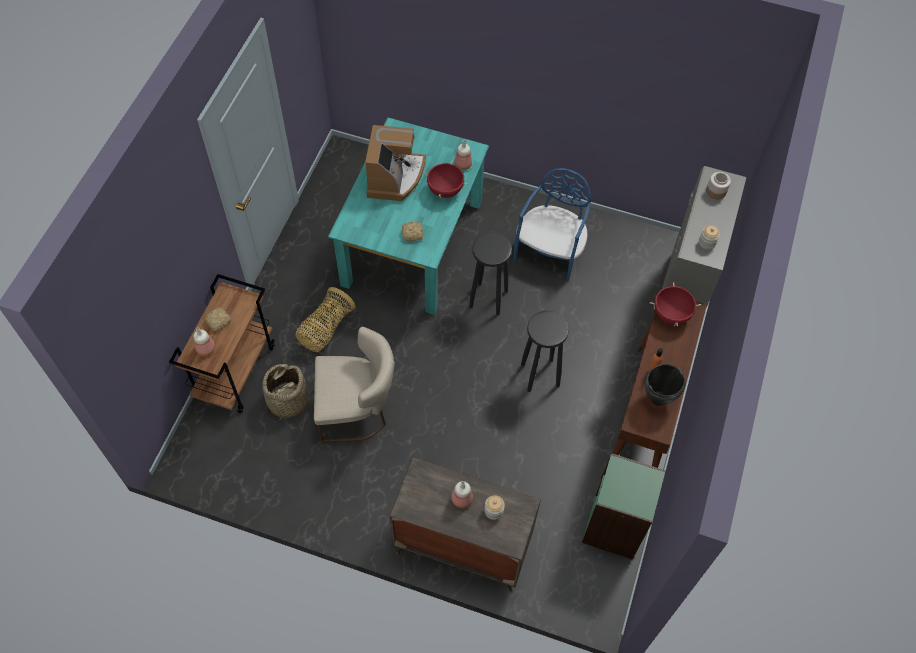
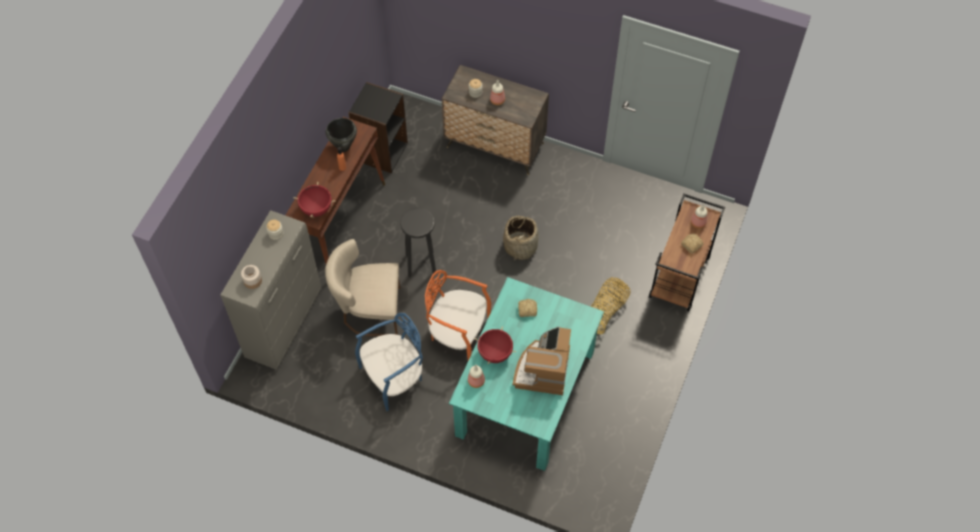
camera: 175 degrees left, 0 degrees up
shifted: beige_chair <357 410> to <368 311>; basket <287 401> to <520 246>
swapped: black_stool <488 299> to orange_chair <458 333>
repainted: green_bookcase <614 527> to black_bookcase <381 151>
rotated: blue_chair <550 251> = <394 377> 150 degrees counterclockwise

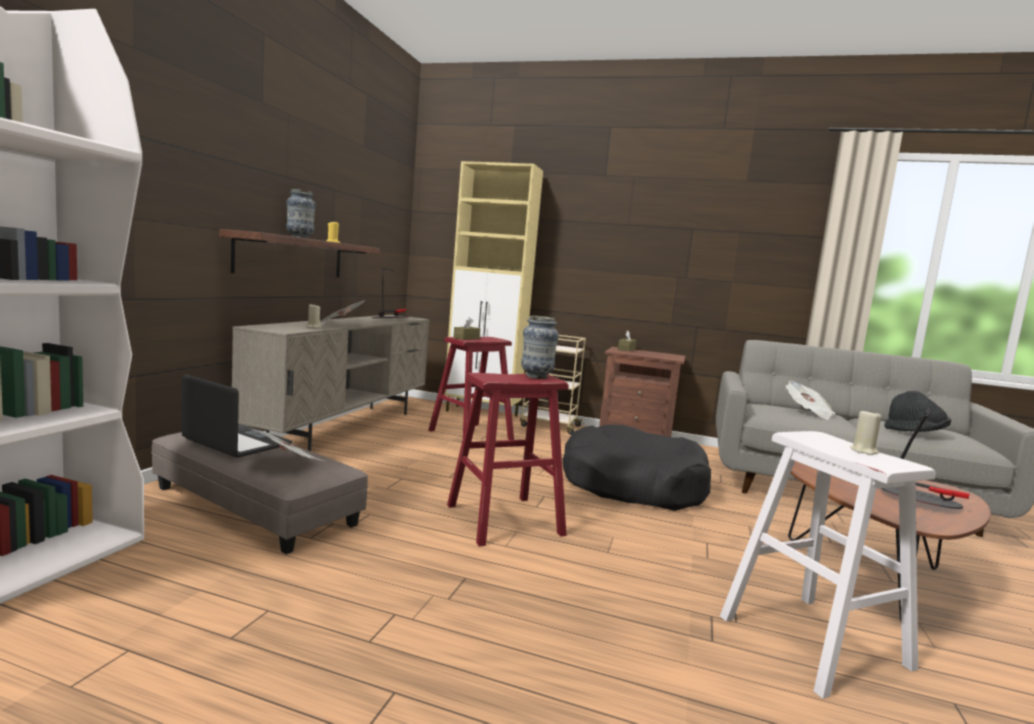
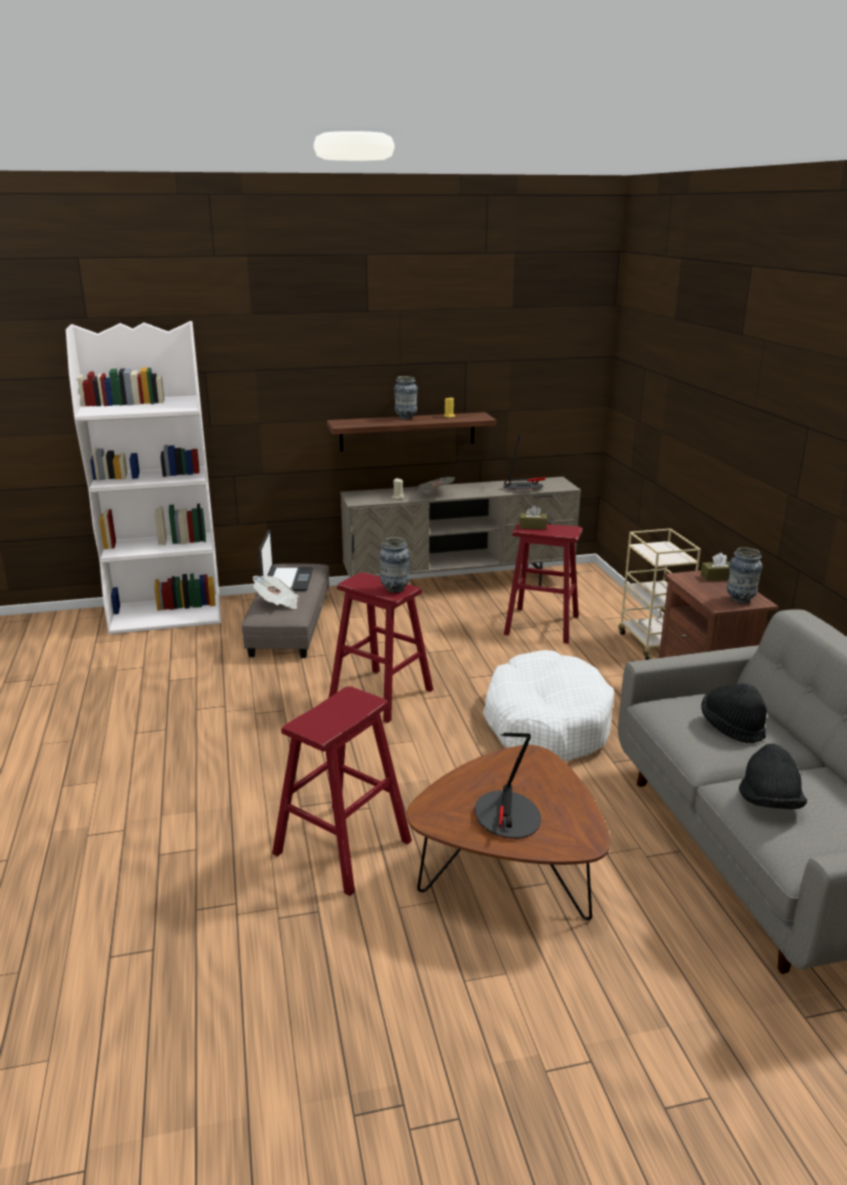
camera: 60 degrees right, 15 degrees up
gone: beige_cabinet <482 413>; beige_candle <864 451>
new: vase <740 600>
swapped: newspaper <808 413> to black_hat <731 727>
repainted: white_stool <813 641> to red_stool <342 847>; black_dog_bed <632 485> to white_dog_bed <546 723>

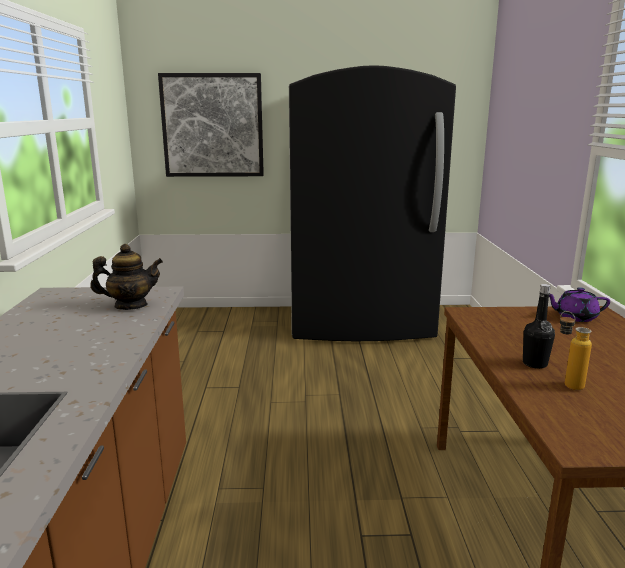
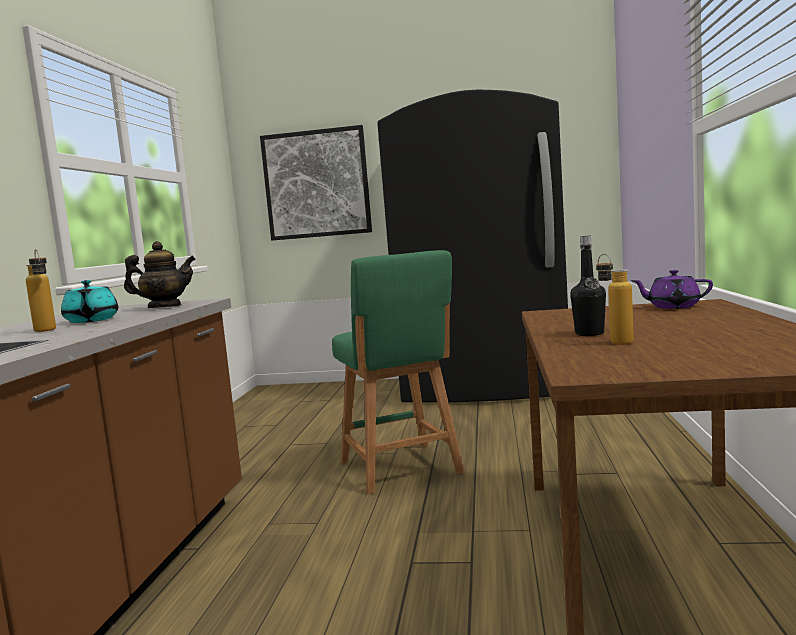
camera: 10 degrees right, 10 degrees down
new: bottle <47 331>; turquoise_teapot <91 321>; green_stool <402 469>

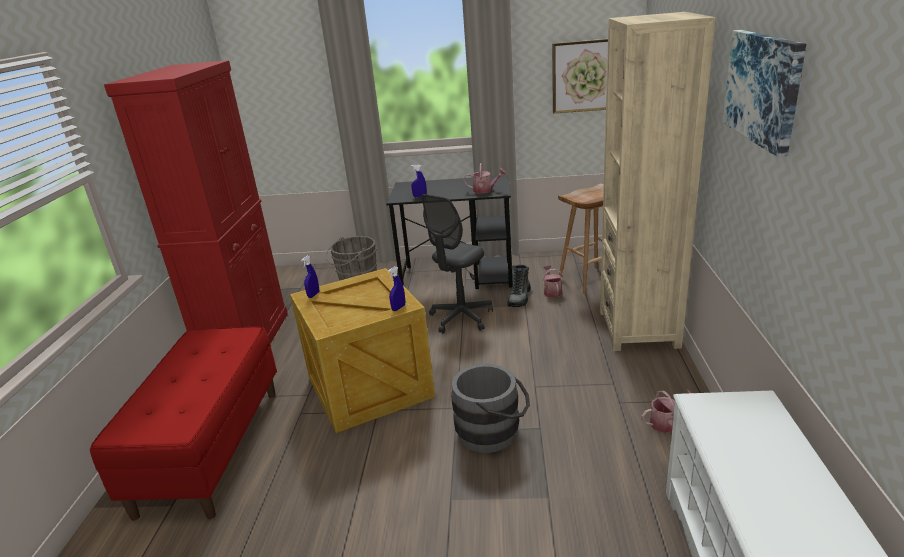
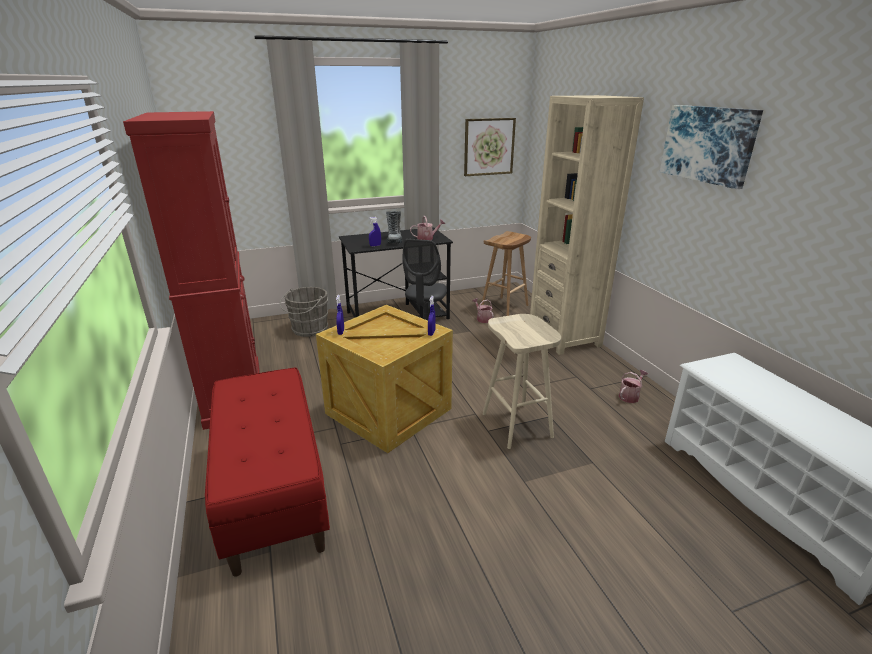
camera: 25 degrees left, 0 degrees up
shifted: boot <519 298> to <394 240>
swapped: grey_bucket <493 432> to beige_stool <518 425>

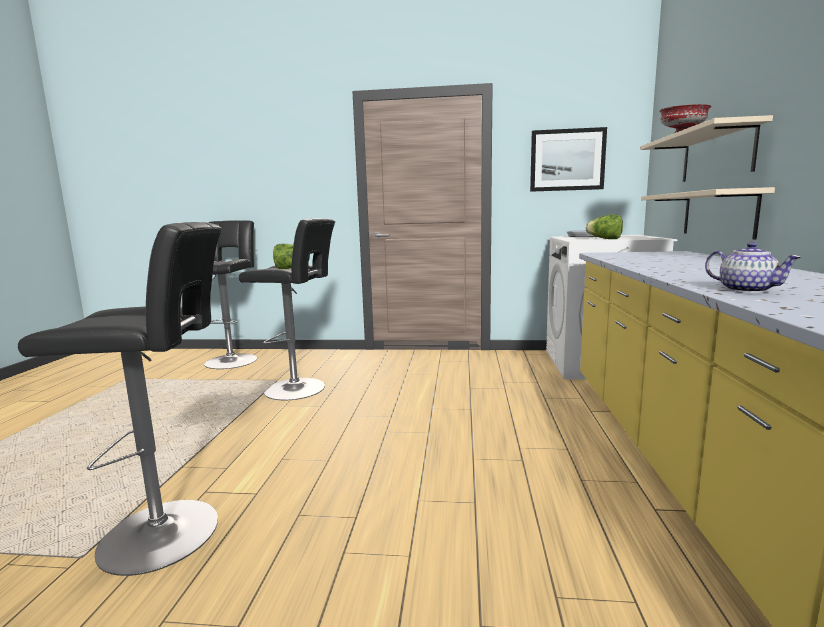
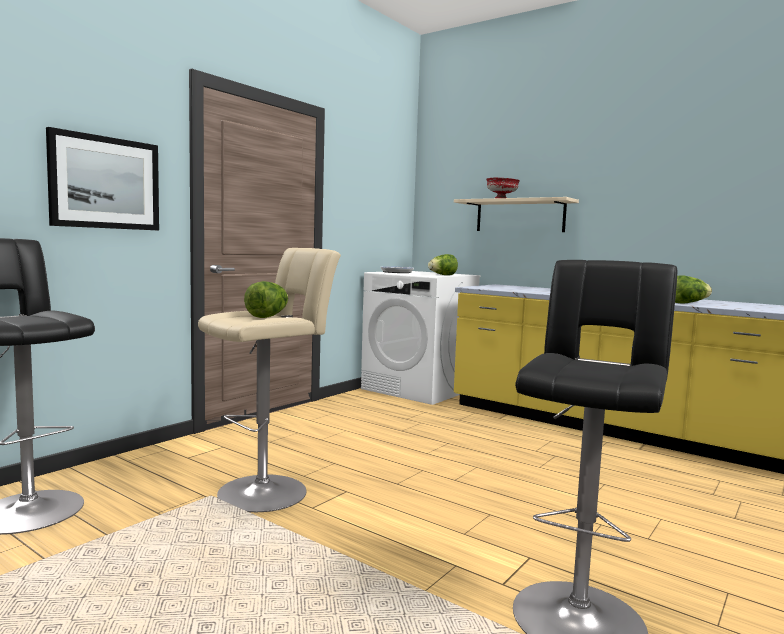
camera: 60 degrees left, 5 degrees down
gone: beige_shelf <718 214>
shifted: picture <567 160> to <105 183>
swapped: teapot <746 290> to lettuce <687 303>
repainted: black_stool <299 389> to beige_stool <268 490>

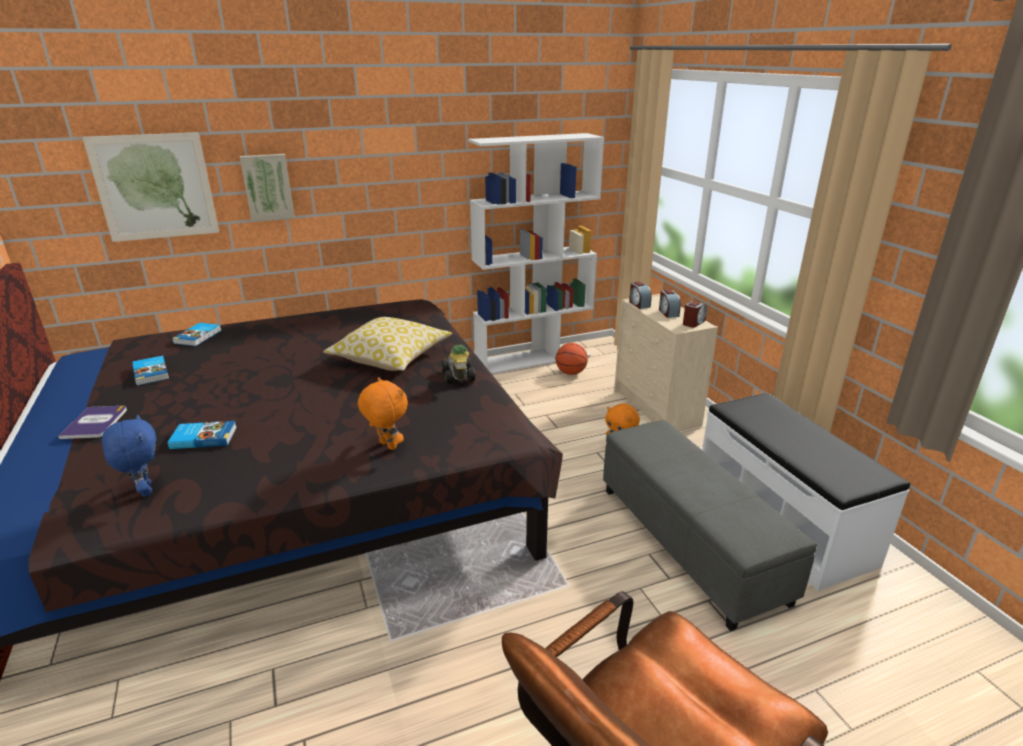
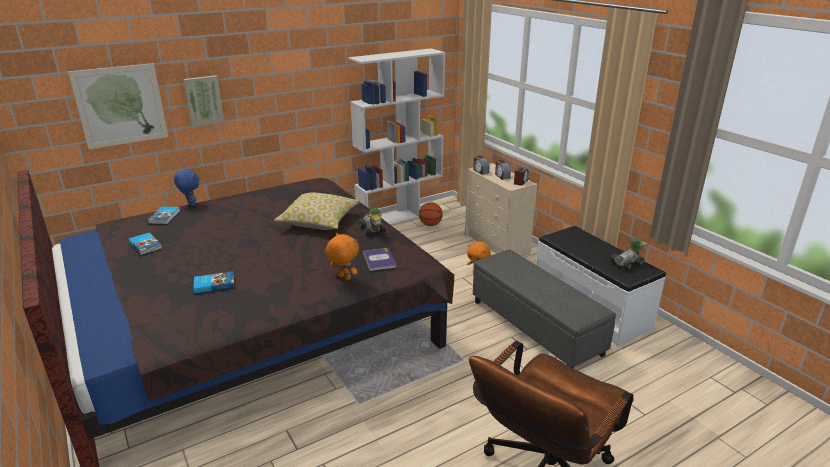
camera: 10 degrees left, 0 degrees up
new: toy_car <628 264>
shifted: blue_plush_toy <144 490> to <190 204>; book <95 423> to <379 260>

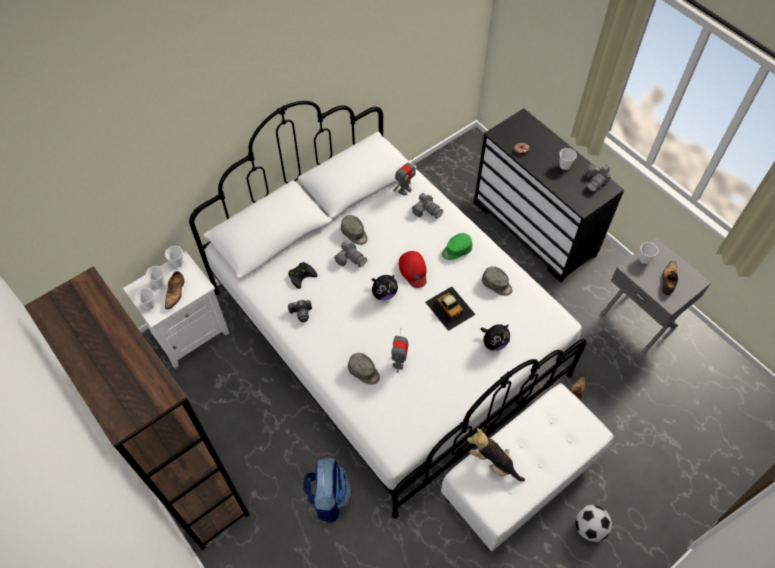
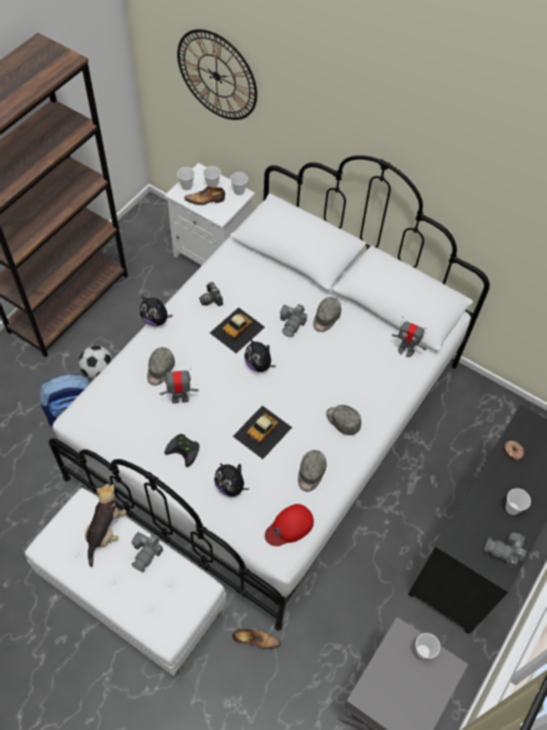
camera: 70 degrees right, 0 degrees up
gone: shoe <668 280>
new: plush_toy <156 320>; wall_clock <217 76>; toy_car <237 330>
shifted: football <589 527> to <98 370>; photo_camera <427 210> to <146 553>; black_game_controller <302 274> to <185 450>; red_cap <413 270> to <289 526>
repainted: green_cap <456 250> to grey_cap <342 421>

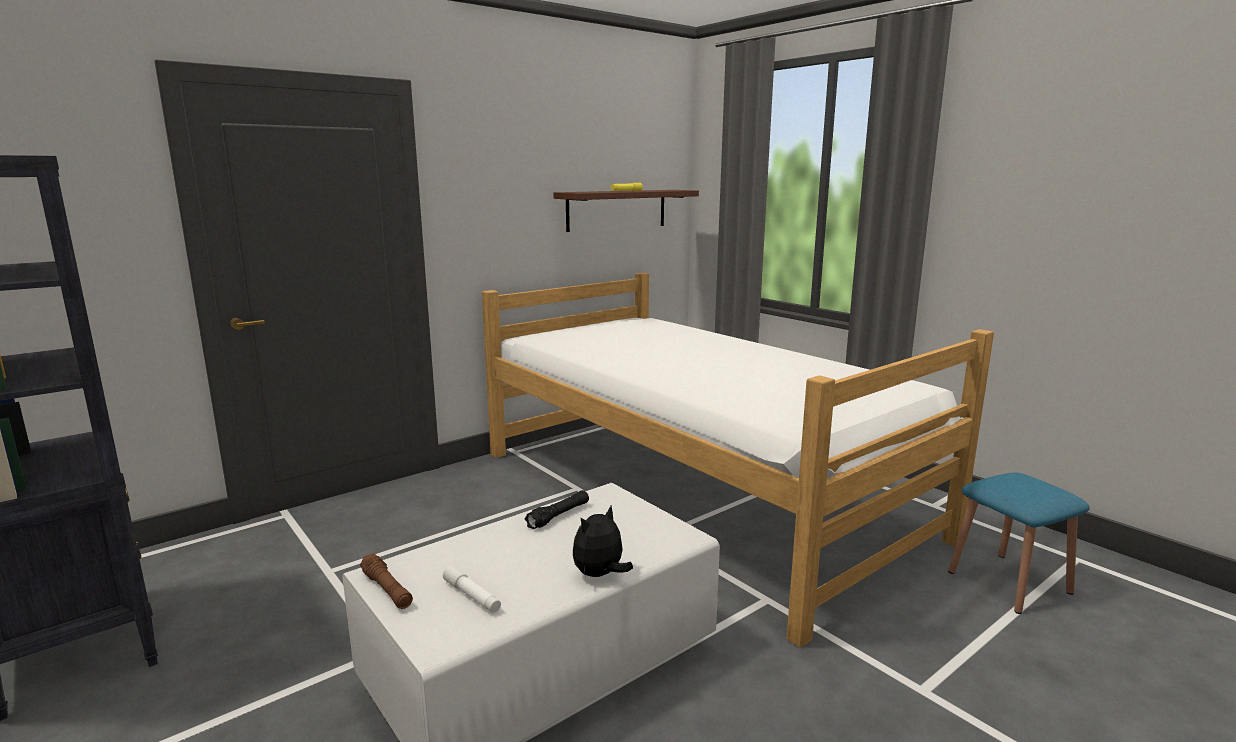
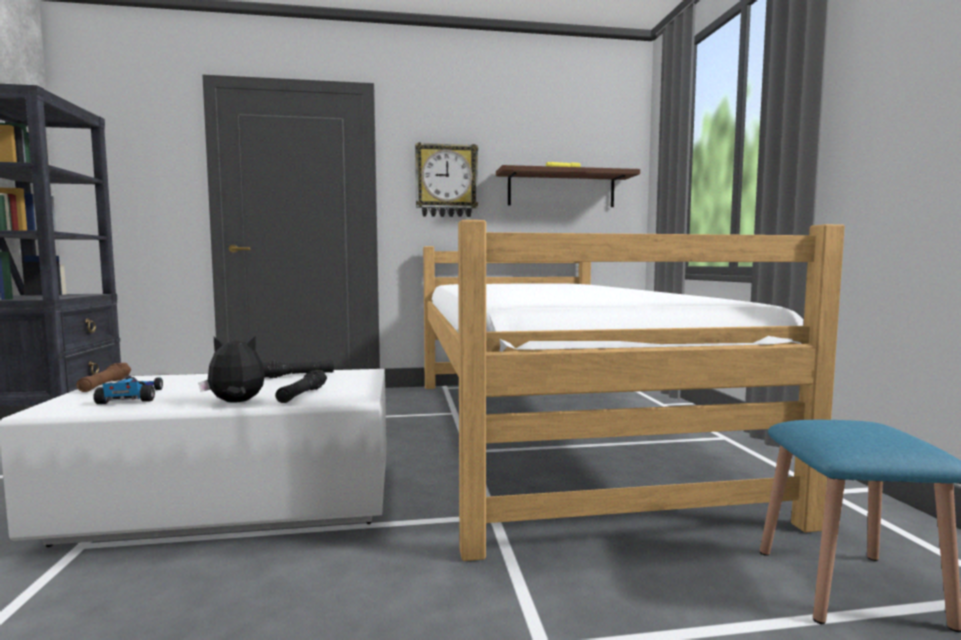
camera: 30 degrees right, 10 degrees down
new: black_flashlight <302 395>; wall_clock <446 181>
swapped: white_flashlight <472 596> to toy_car <134 396>

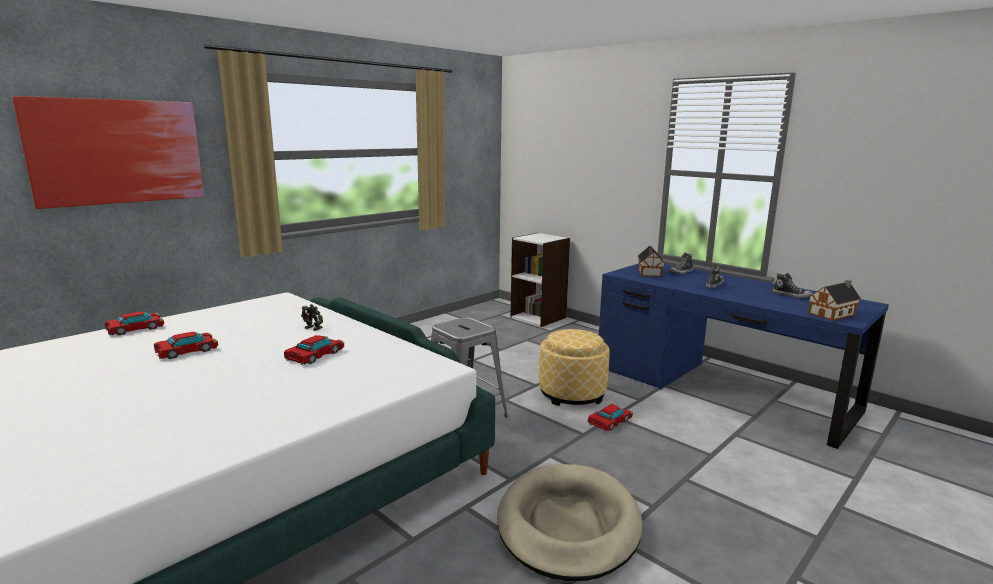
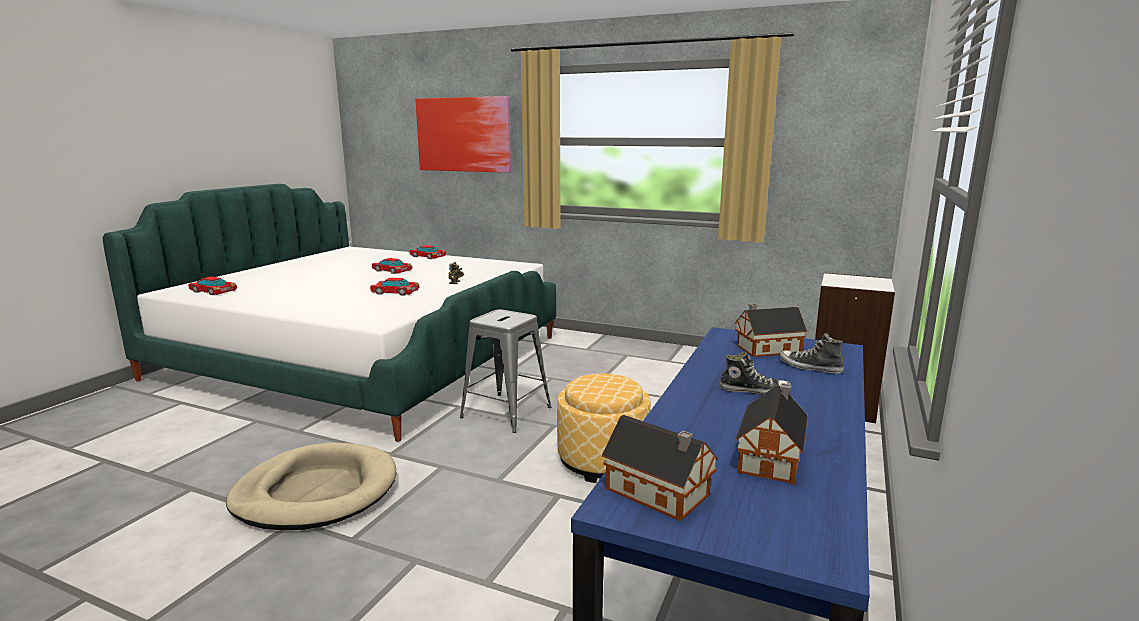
camera: 70 degrees right, 0 degrees up
shifted: toy_car <609 421> to <213 291>
swapped: shoe <791 295> to toy_house <771 458>

